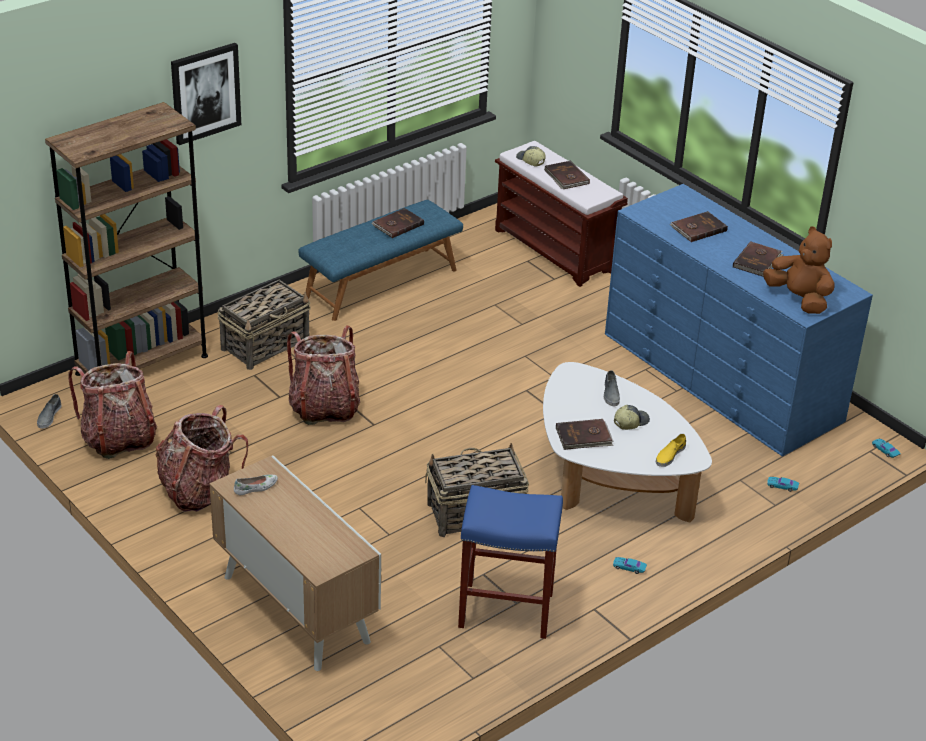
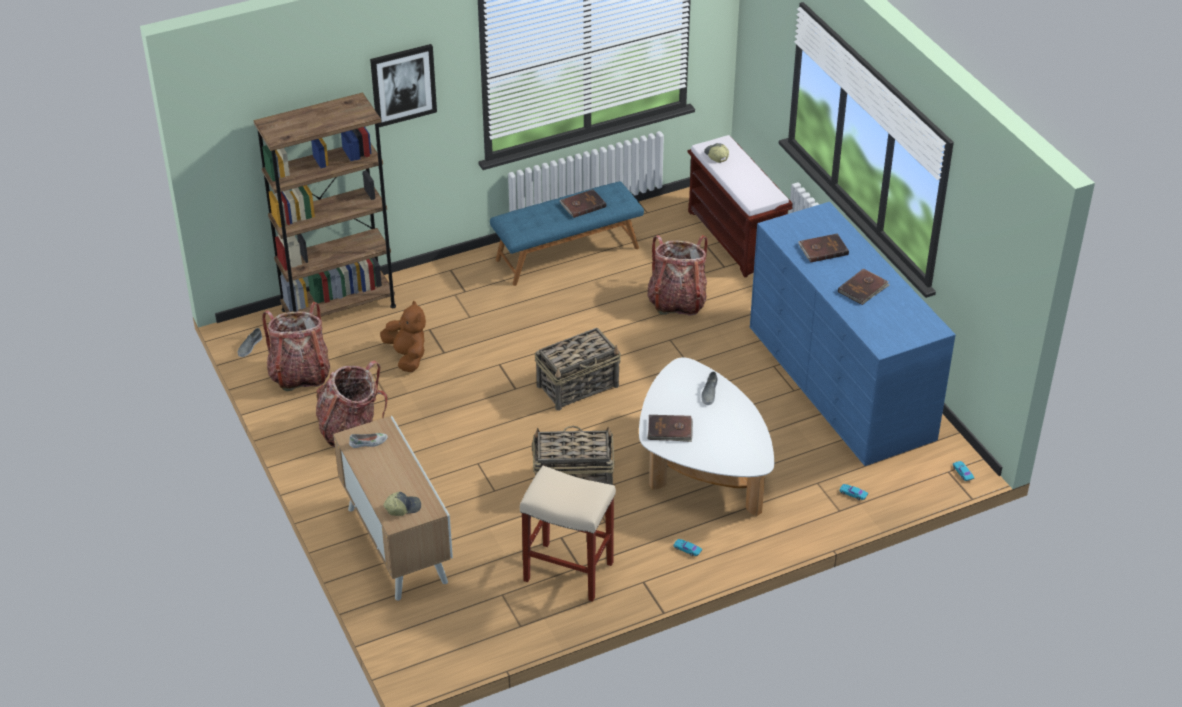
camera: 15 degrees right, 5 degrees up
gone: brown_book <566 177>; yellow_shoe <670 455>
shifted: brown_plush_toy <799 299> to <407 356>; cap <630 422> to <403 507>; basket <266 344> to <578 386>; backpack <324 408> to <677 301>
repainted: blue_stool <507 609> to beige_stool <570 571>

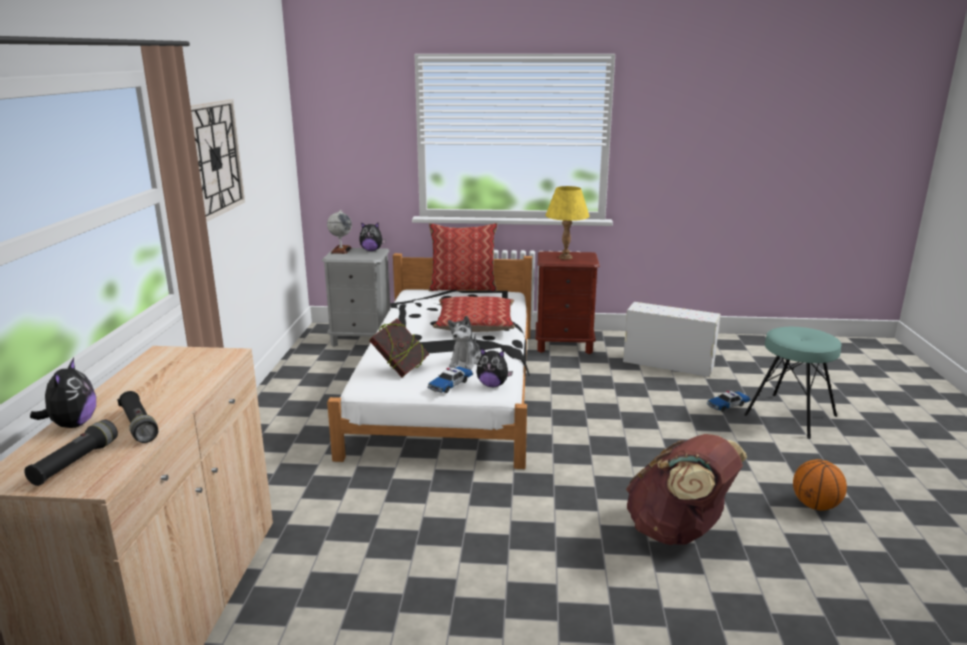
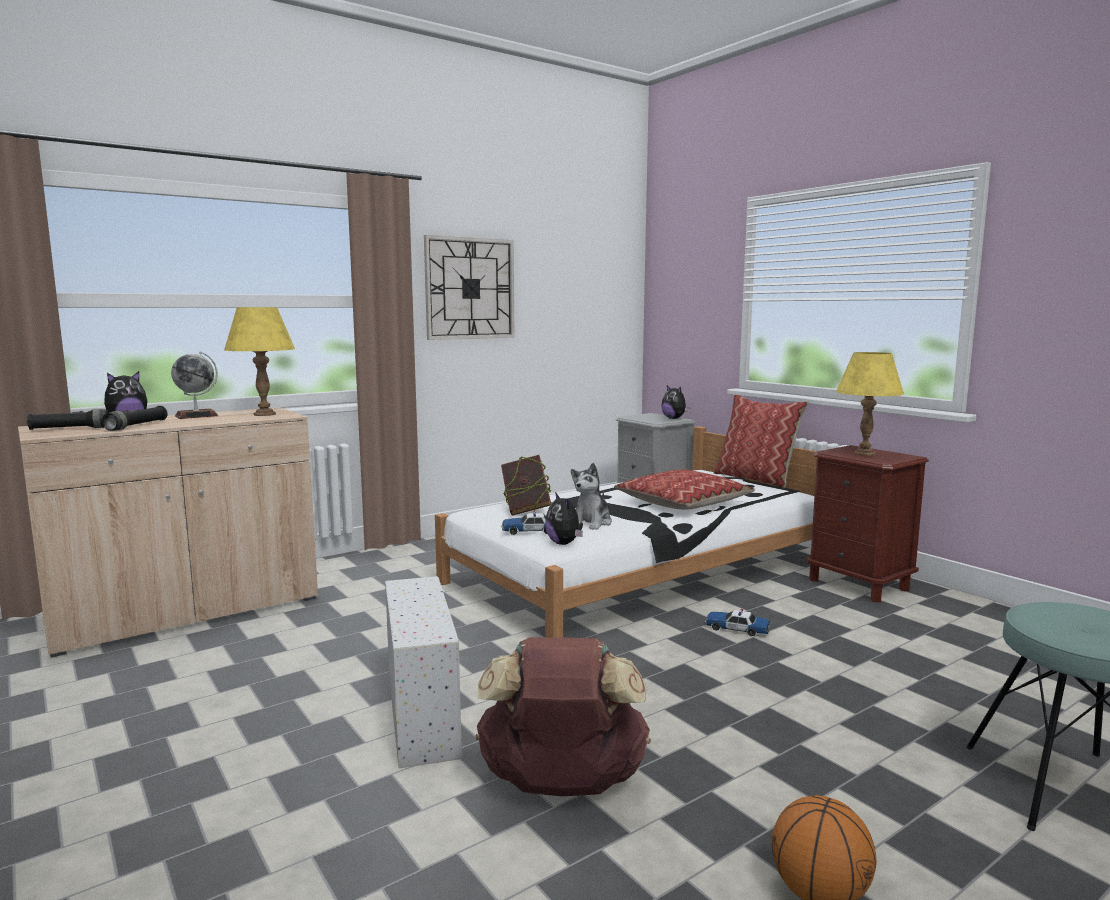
camera: 50 degrees right, 10 degrees down
new: yellow_table_lamp <264 414>
shifted: globe <341 250> to <196 416>; white_storage_box <666 364> to <421 713>; toy_car <727 405> to <737 629>
rotated: plush_toy <466 362> = <591 523> 45 degrees counterclockwise

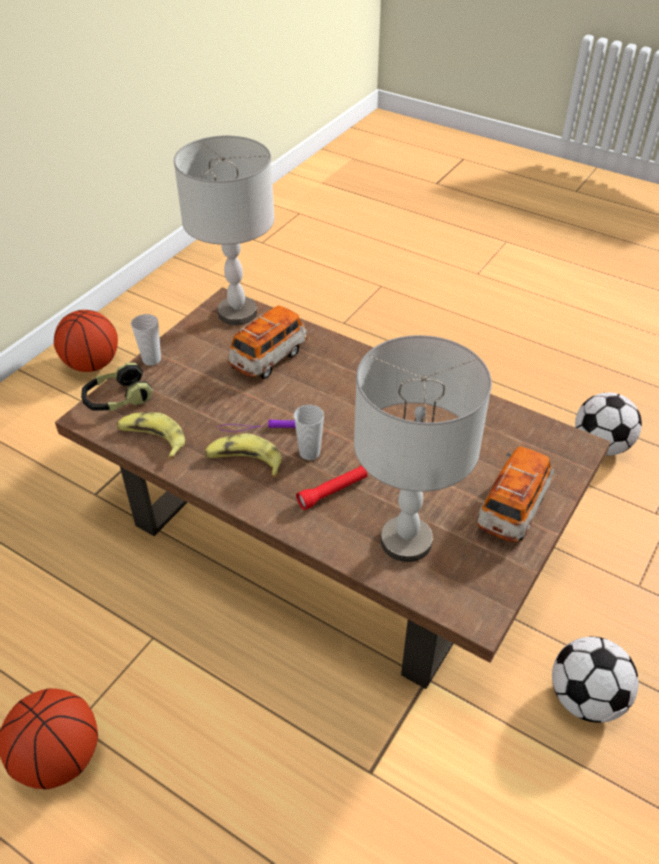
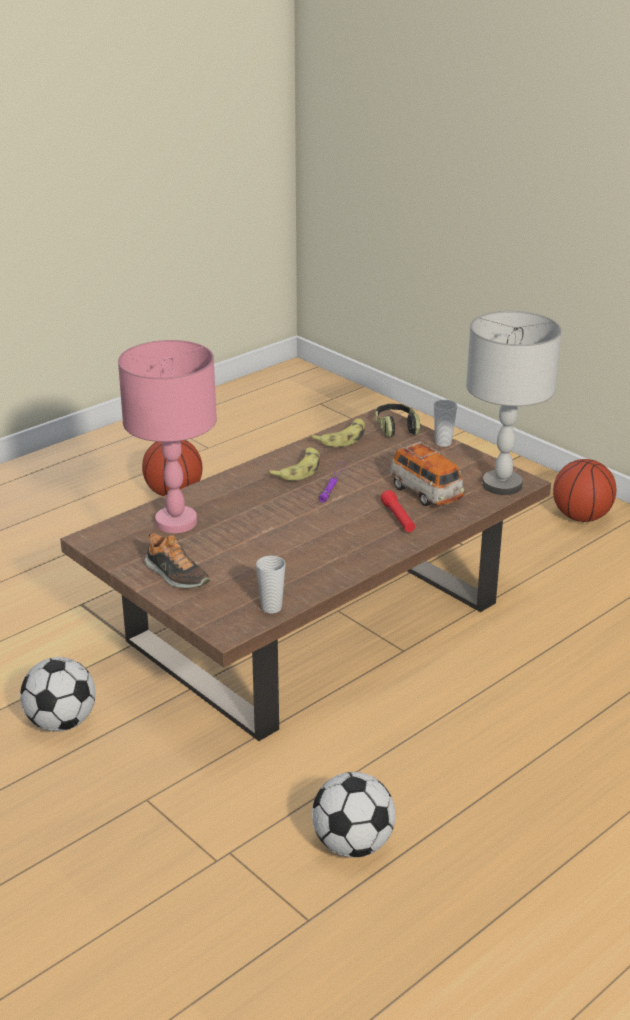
camera: 105 degrees right, 15 degrees down
shifted: cup <309 453> to <271 608>; red_flashlight <332 492> to <398 518>
swapped: toy_car <512 509> to shoe <176 575>
repainted: grey_table_lamp <407 541> to pink_table_lamp <176 523>

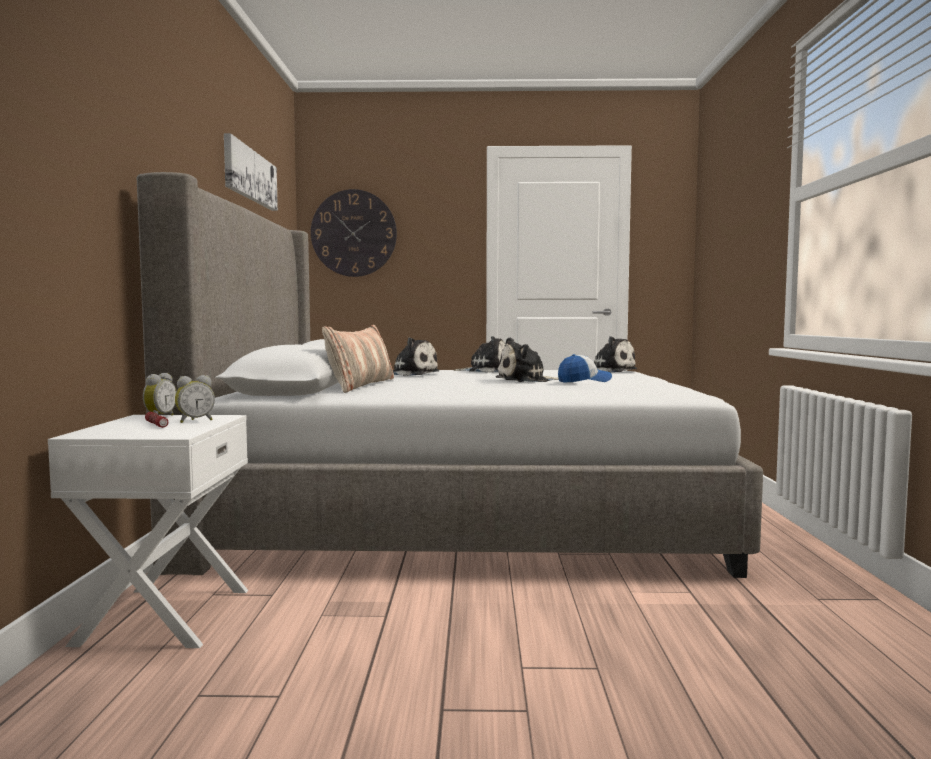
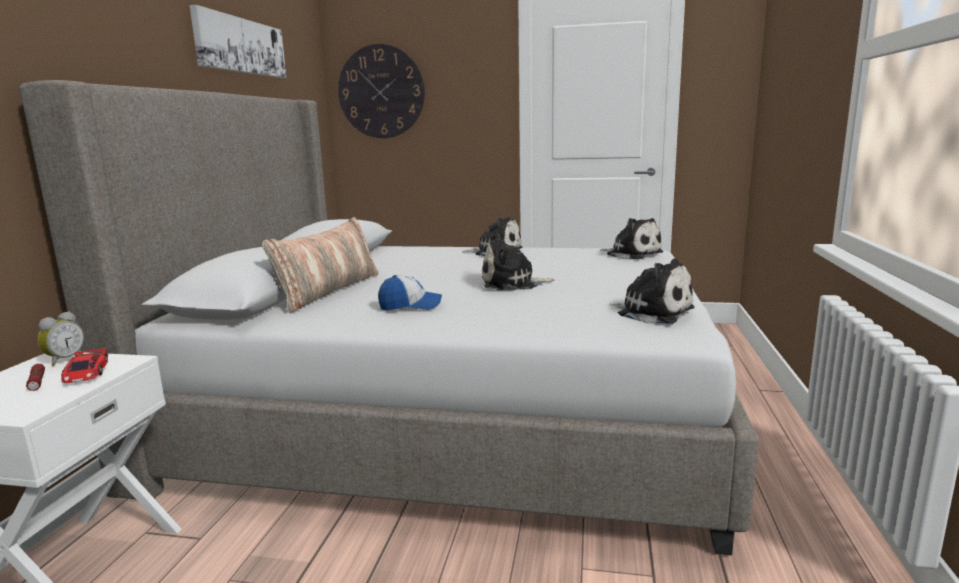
camera: 10 degrees right, 10 degrees up
shifted: cap <584 381> to <410 306>; plush_toy <411 374> to <650 312>
swapped: alarm_clock <195 421> to toy_car <86 372>

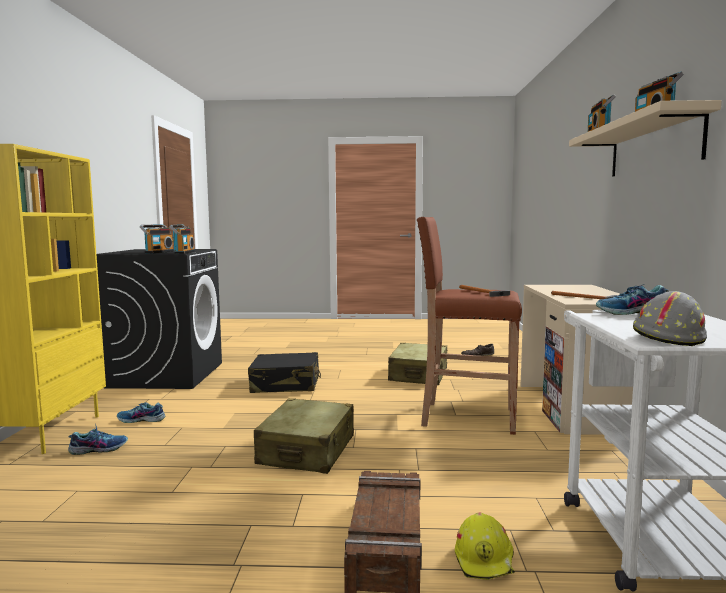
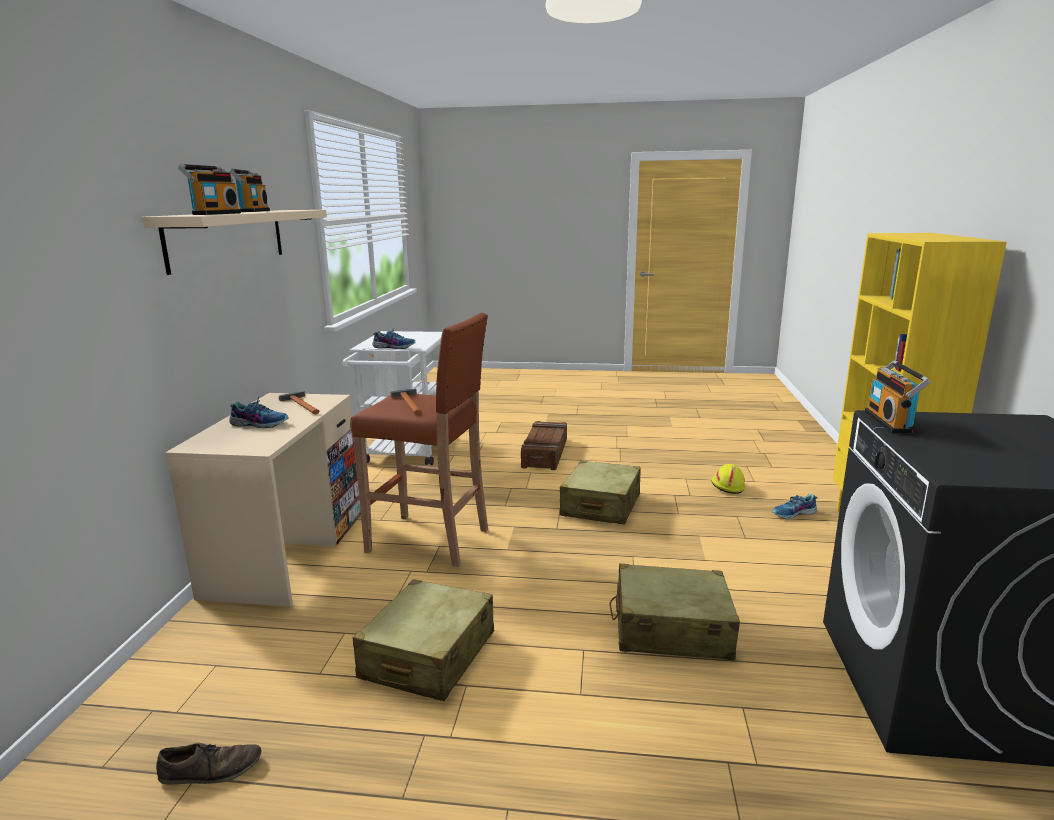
camera: 175 degrees left, 10 degrees up
gone: radio <158 252>; grey_hard_hat <668 337>
shifted: shoe <141 420> to <259 423>; yellow_hard_hat <485 560> to <726 486>
repainted: black_suitcase <285 385> to beige_suitcase <671 629>

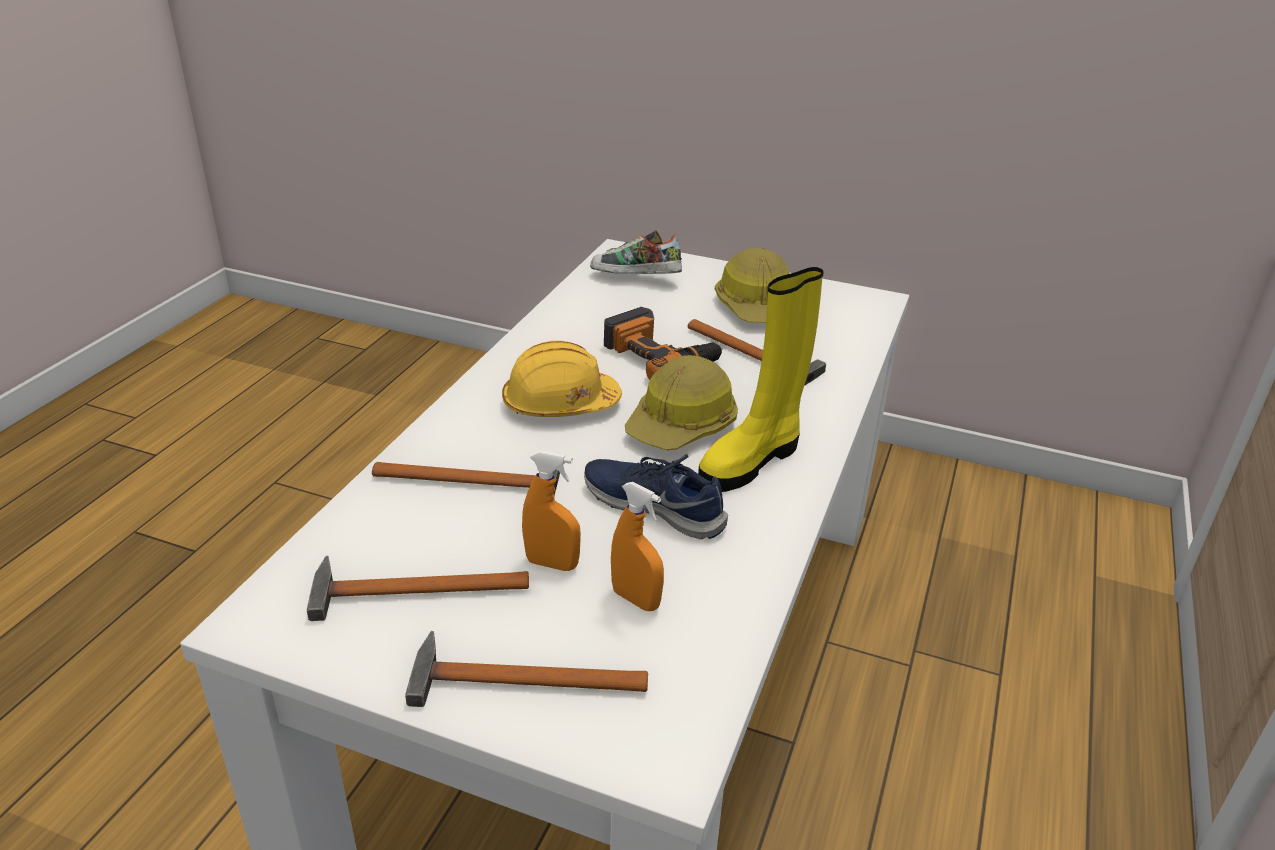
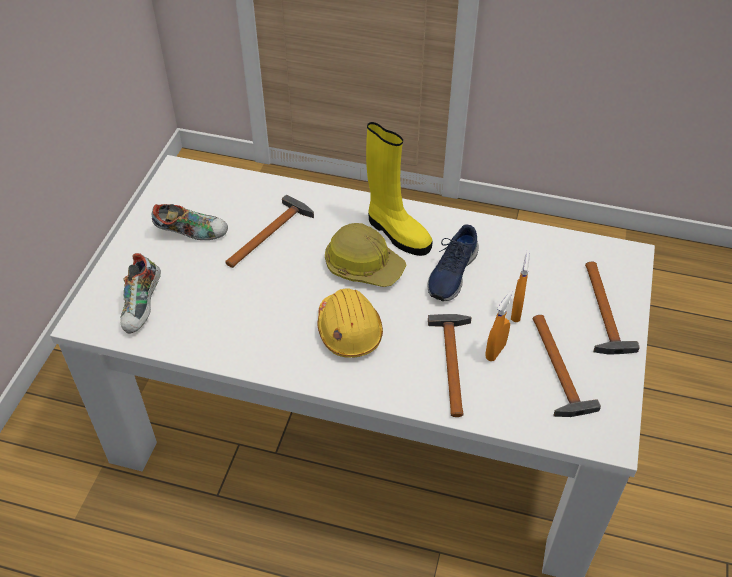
camera: 95 degrees left, 15 degrees up
gone: power_drill <661 355>
shifted: orange_spray_bottle <636 599> to <495 351>
swapped: hard_hat <756 307> to shoe <191 232>

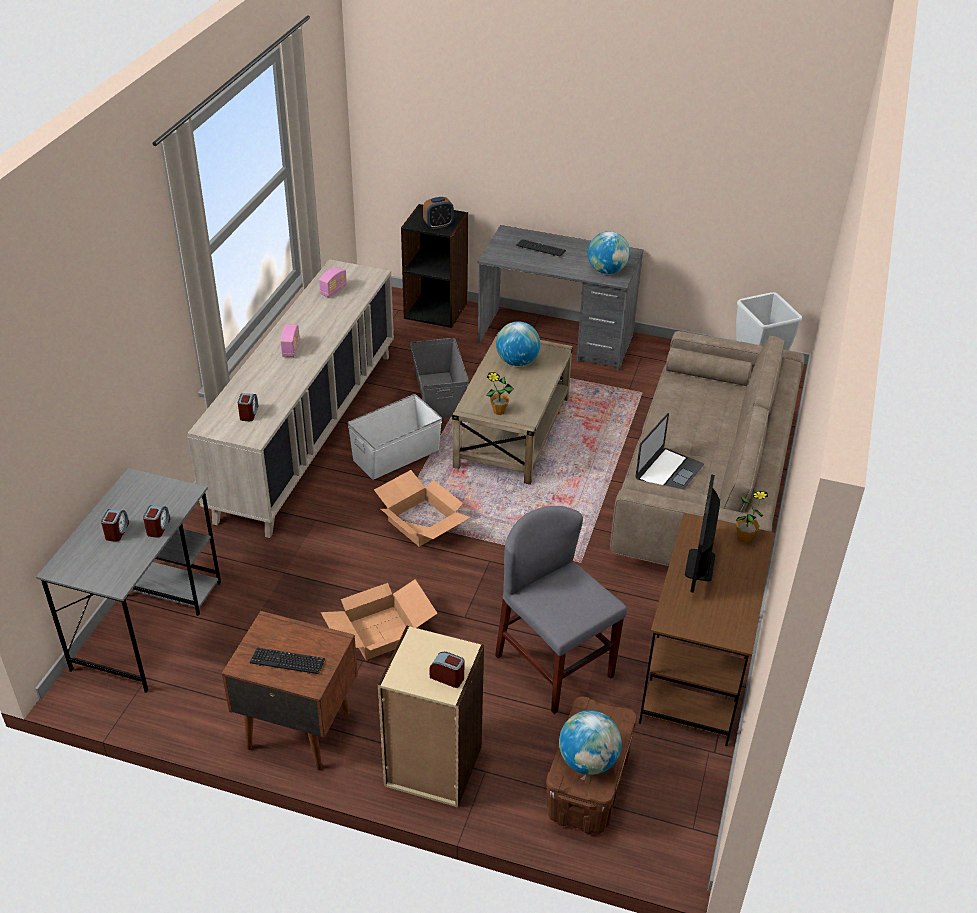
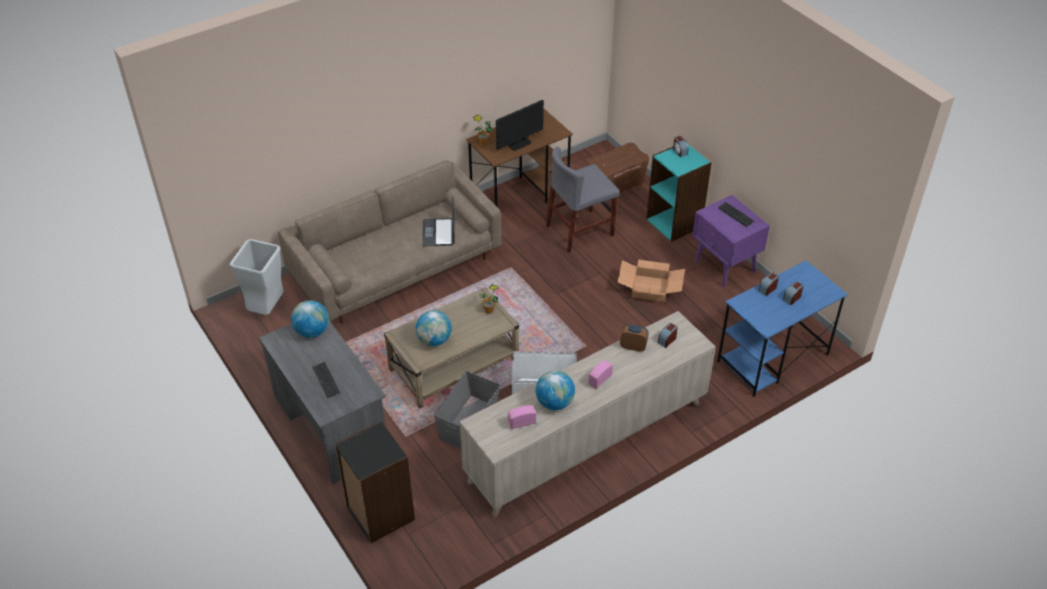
camera: 140 degrees left, 5 degrees up
gone: cardboard_box <420 523>
shifted: globe <588 761> to <554 403>; alarm_clock <438 225> to <633 346>
repainted: beige_bookcase <432 767> to turquoise_bookcase <674 223>; brown_nightstand <297 729> to purple_nightstand <725 267>; grey_desk <149 623> to blue_desk <772 358>
rotated: laptop <669 472> = <439 232> 75 degrees counterclockwise; grey_chair <554 666> = <580 230> 60 degrees clockwise

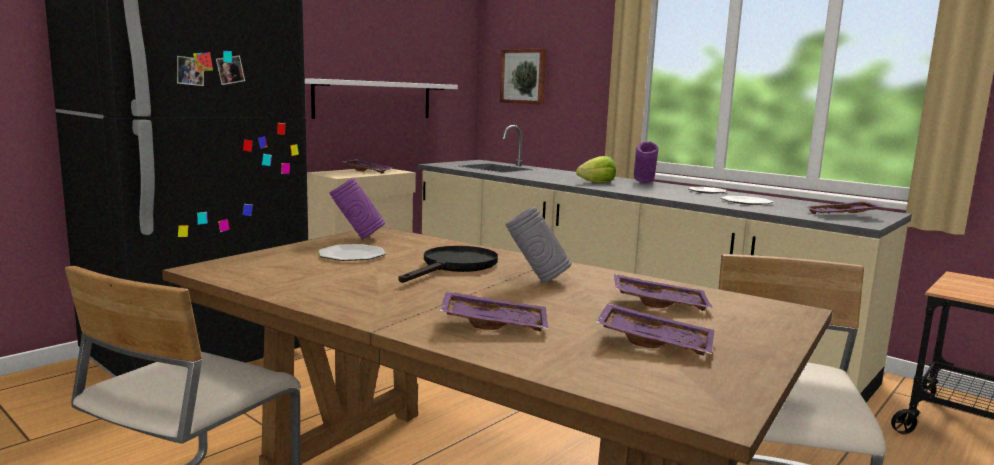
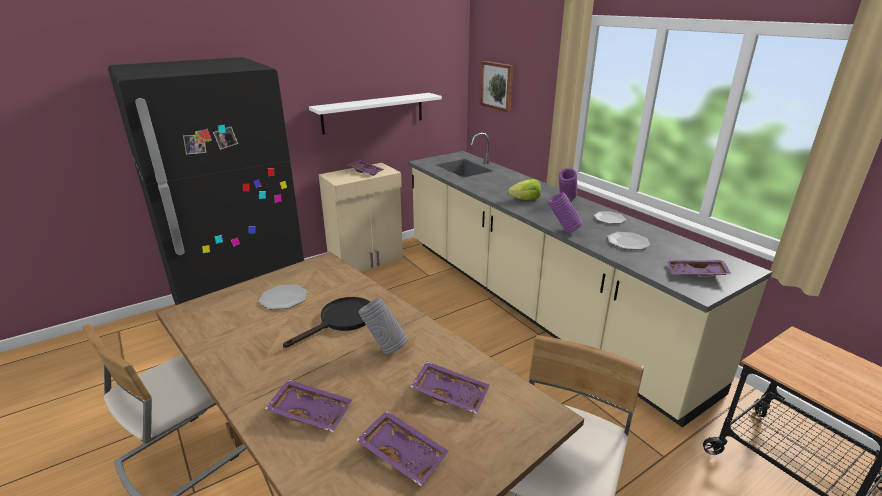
camera: 15 degrees right, 15 degrees up
shifted: purple_vase <357 238> to <563 230>

